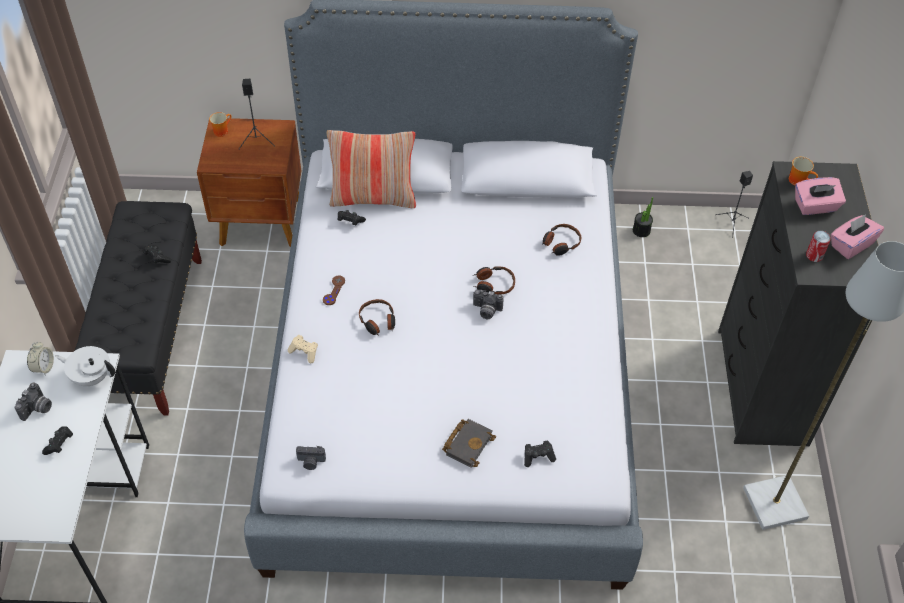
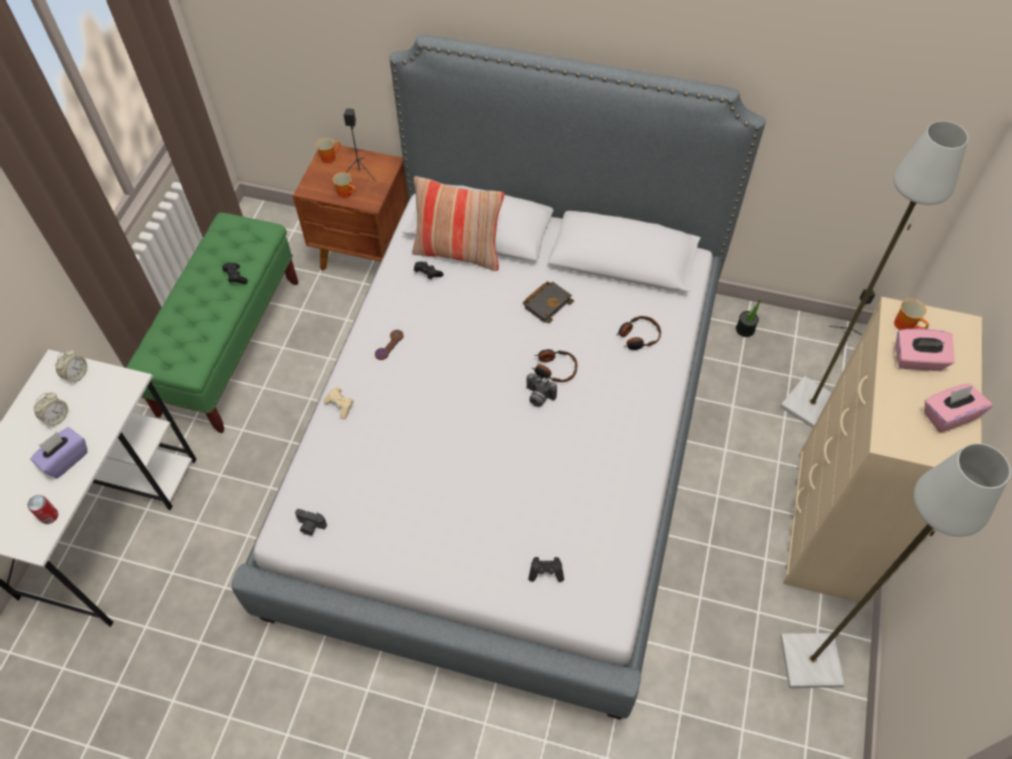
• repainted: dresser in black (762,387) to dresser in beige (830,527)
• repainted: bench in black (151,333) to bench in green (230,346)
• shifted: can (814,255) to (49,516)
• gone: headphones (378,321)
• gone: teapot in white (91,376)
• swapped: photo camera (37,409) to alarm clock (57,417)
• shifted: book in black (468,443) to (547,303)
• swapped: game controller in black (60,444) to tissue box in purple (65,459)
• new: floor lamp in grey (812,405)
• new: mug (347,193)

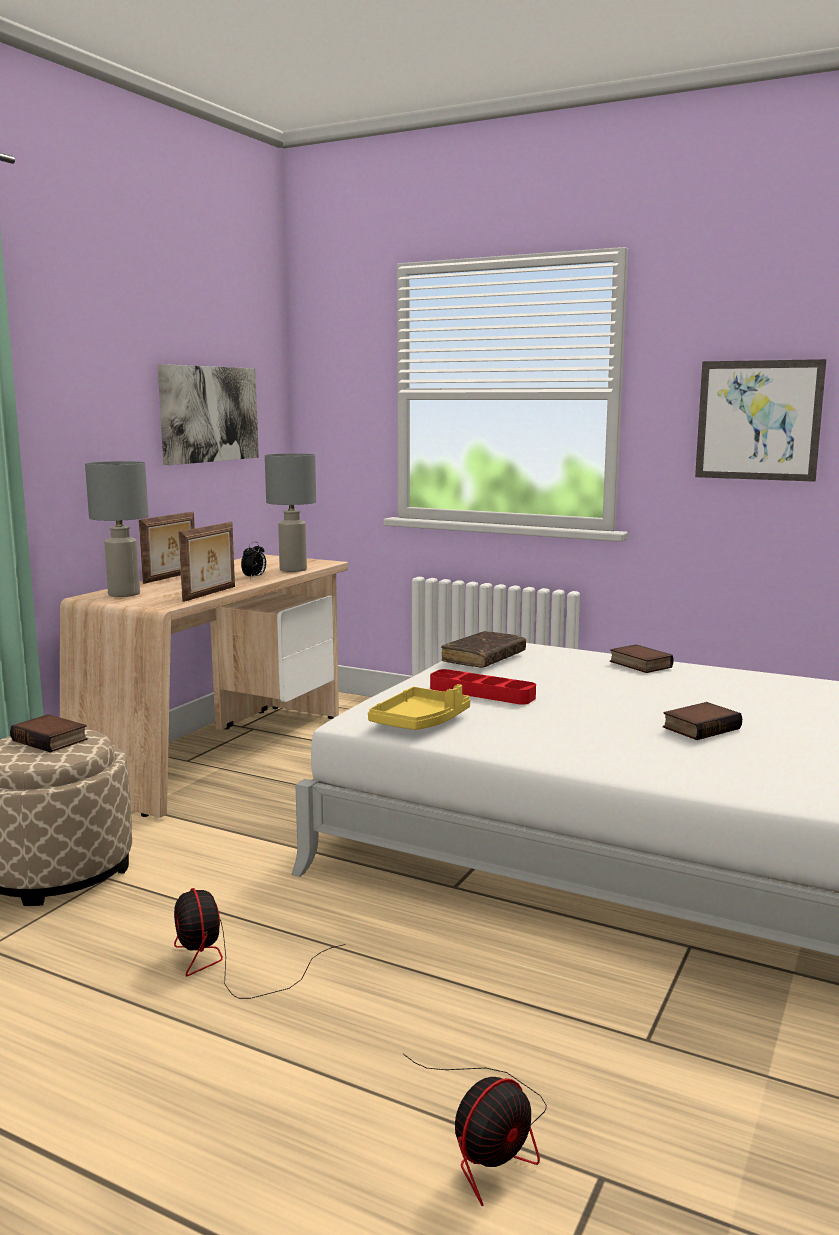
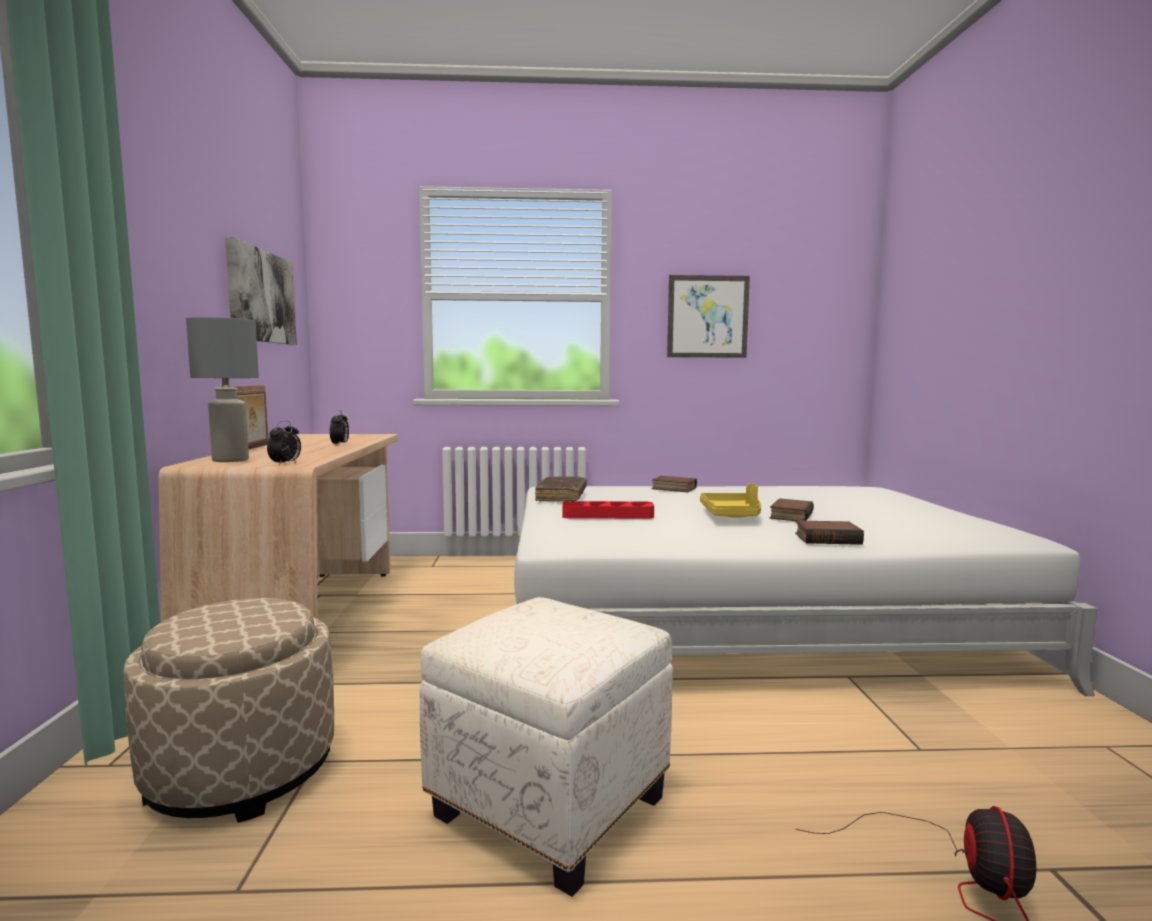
• gone: table lamp in grey (292,570)
• gone: picture frame (211,594)
• shifted: tray in yellow (420,722) to (732,515)
• shifted: book (52,740) to (828,538)
• swapped: fan (227,964) to ottoman in white (546,806)
• new: alarm clock (285,464)

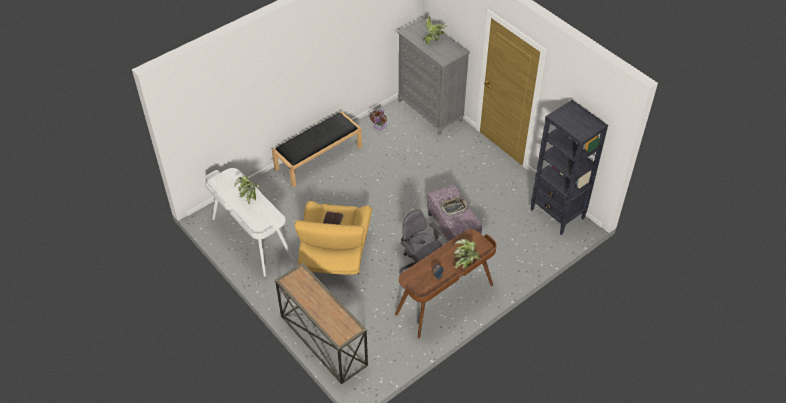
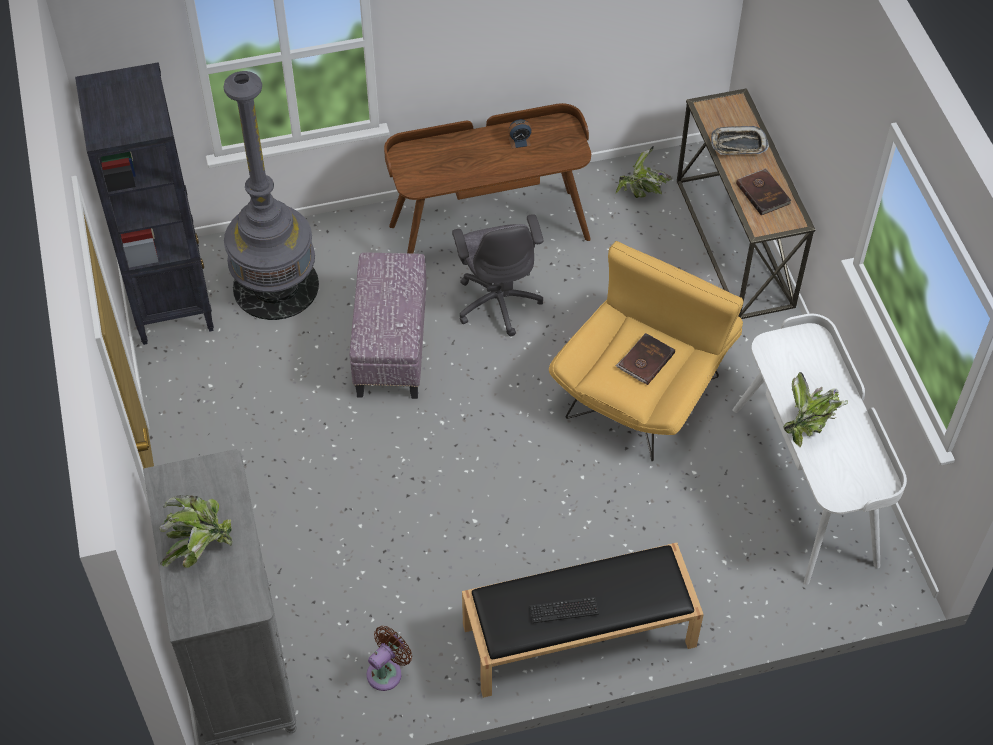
• shifted: tray (454,207) to (738,145)
• shifted: potted plant (466,261) to (641,192)
• new: floor lamp in grey (276,286)
• new: book in brown (763,193)

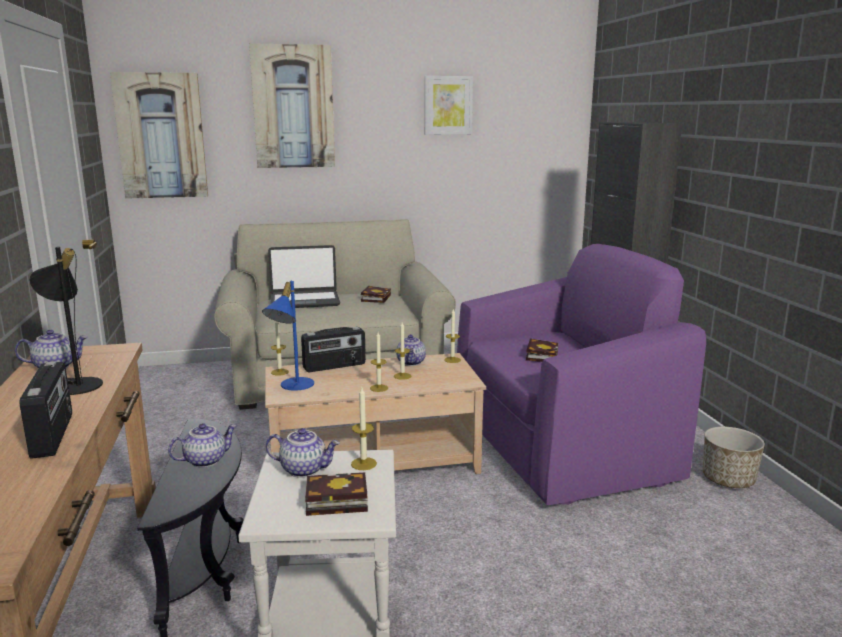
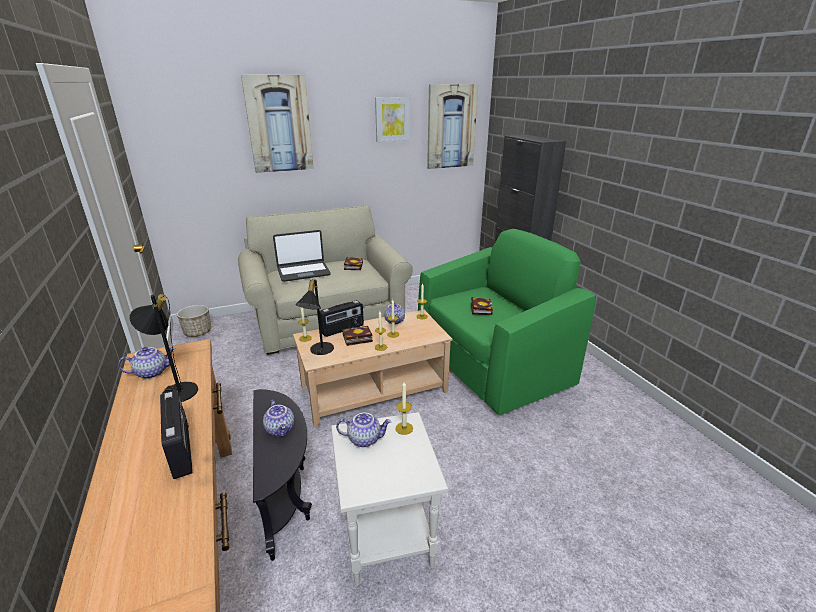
• shifted: picture (161,136) to (451,127)
• repainted: armchair in purple (559,445) to armchair in green (491,364)
• repainted: table lamp in blue (292,386) to table lamp in black (319,351)
• rotated: teapot (205,460) = (281,429) 105 degrees clockwise
• shifted: planter (728,479) to (198,332)
• shifted: book (333,501) to (356,338)

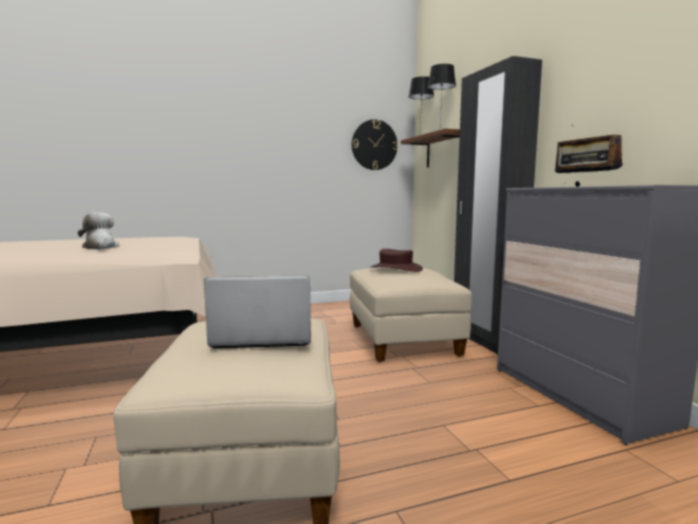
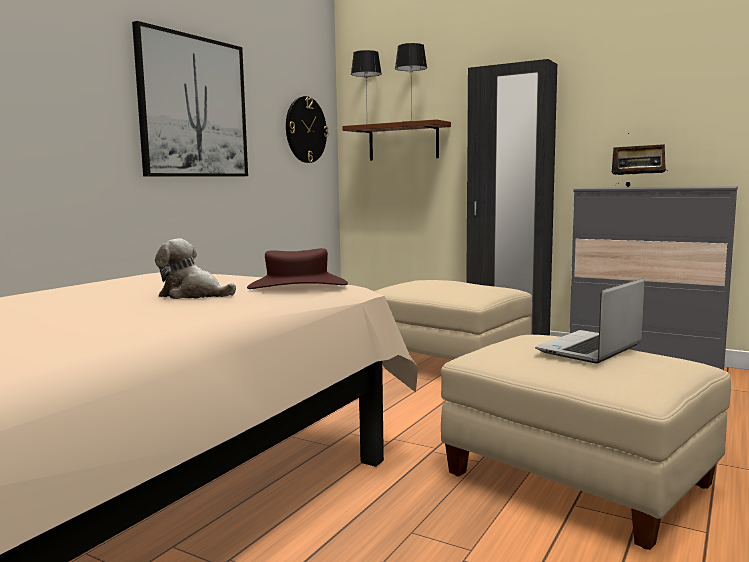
• shifted: hat in brown (396,269) to (297,286)
• new: picture (193,107)

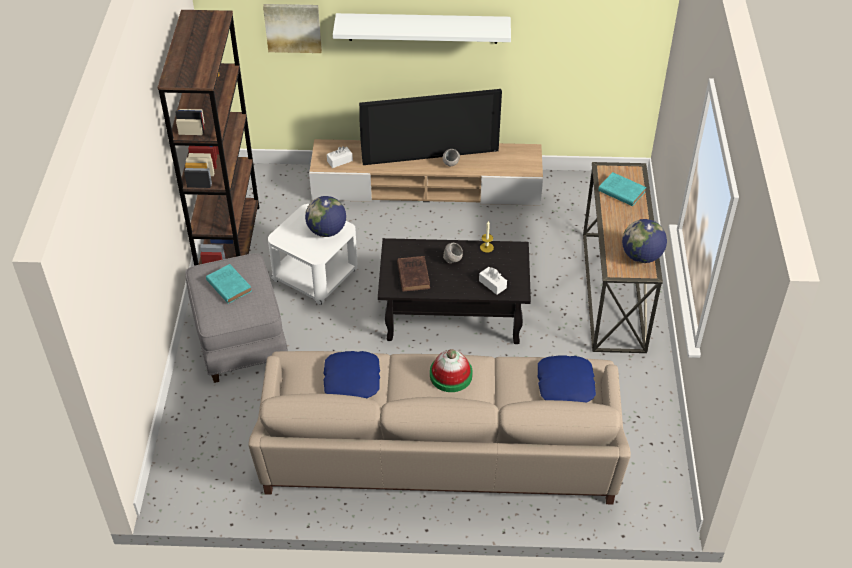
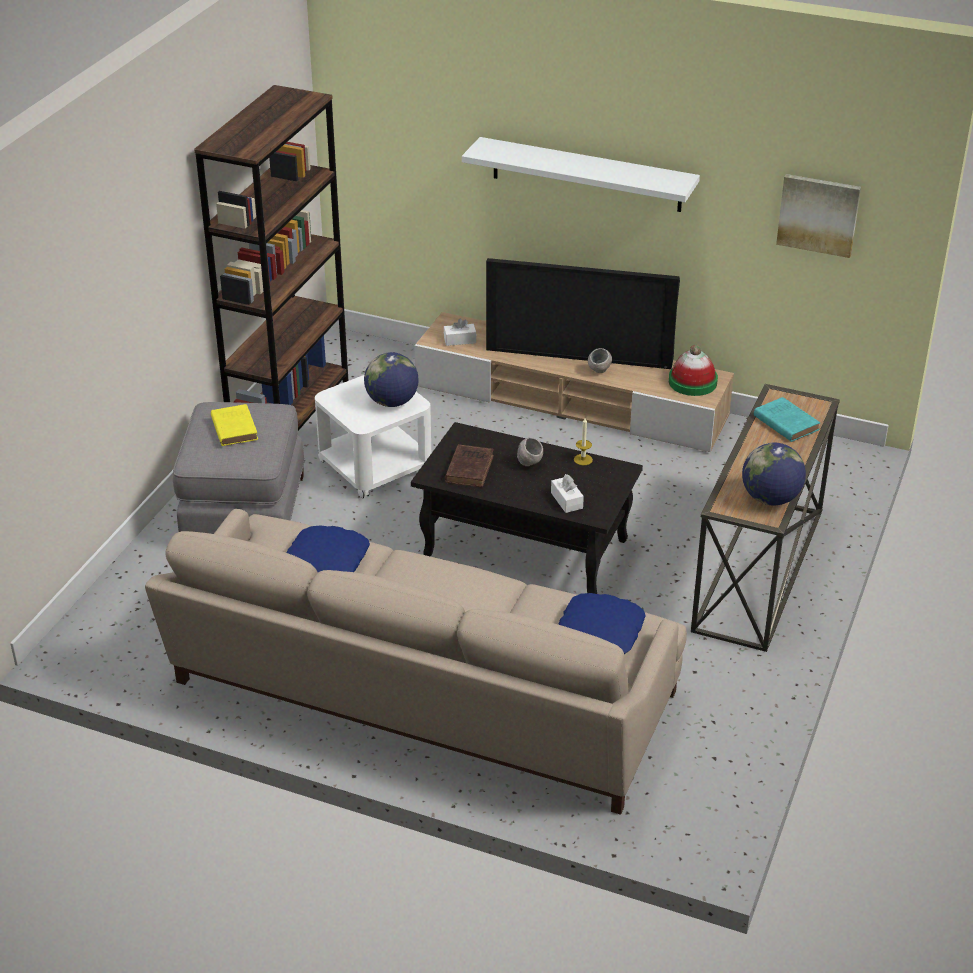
• shifted: picture (293,27) to (818,214)
• repainted: book in turquoise (228,285) to book in yellow (234,427)
• shifted: hat (451,375) to (692,382)

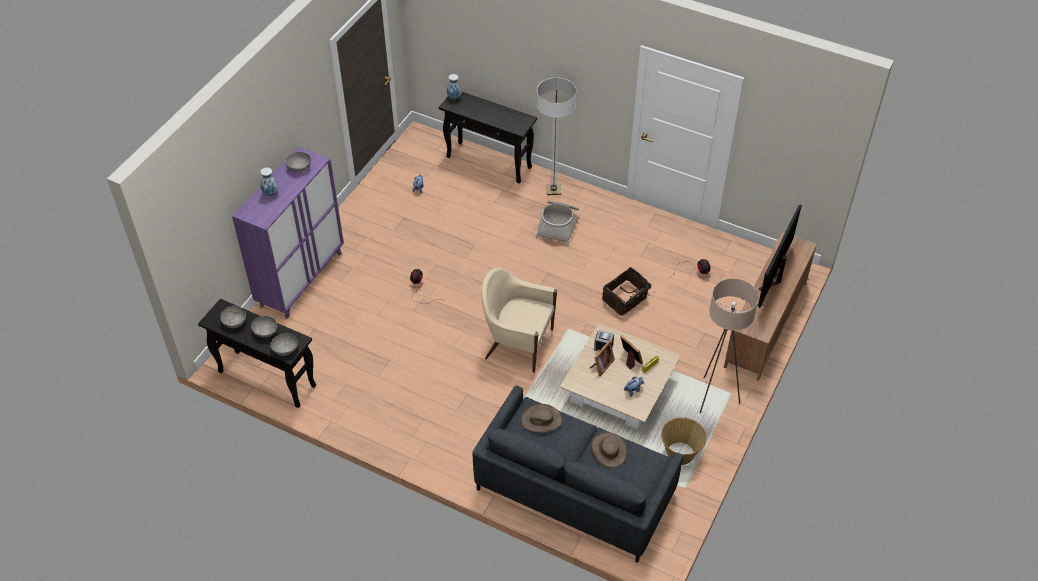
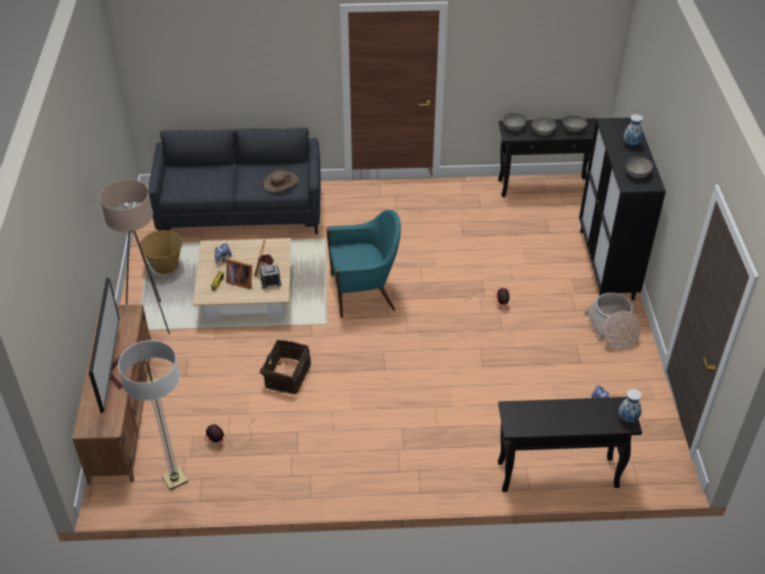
• shifted: floor lamp (553,190) to (175,479)
• repainted: cabinet in purple (301,279) to cabinet in black (606,264)
• shifted: basket (558,225) to (612,329)
• repainted: armchair in beige (517,343) to armchair in turquoise (364,292)
• gone: hat in brown (608,450)

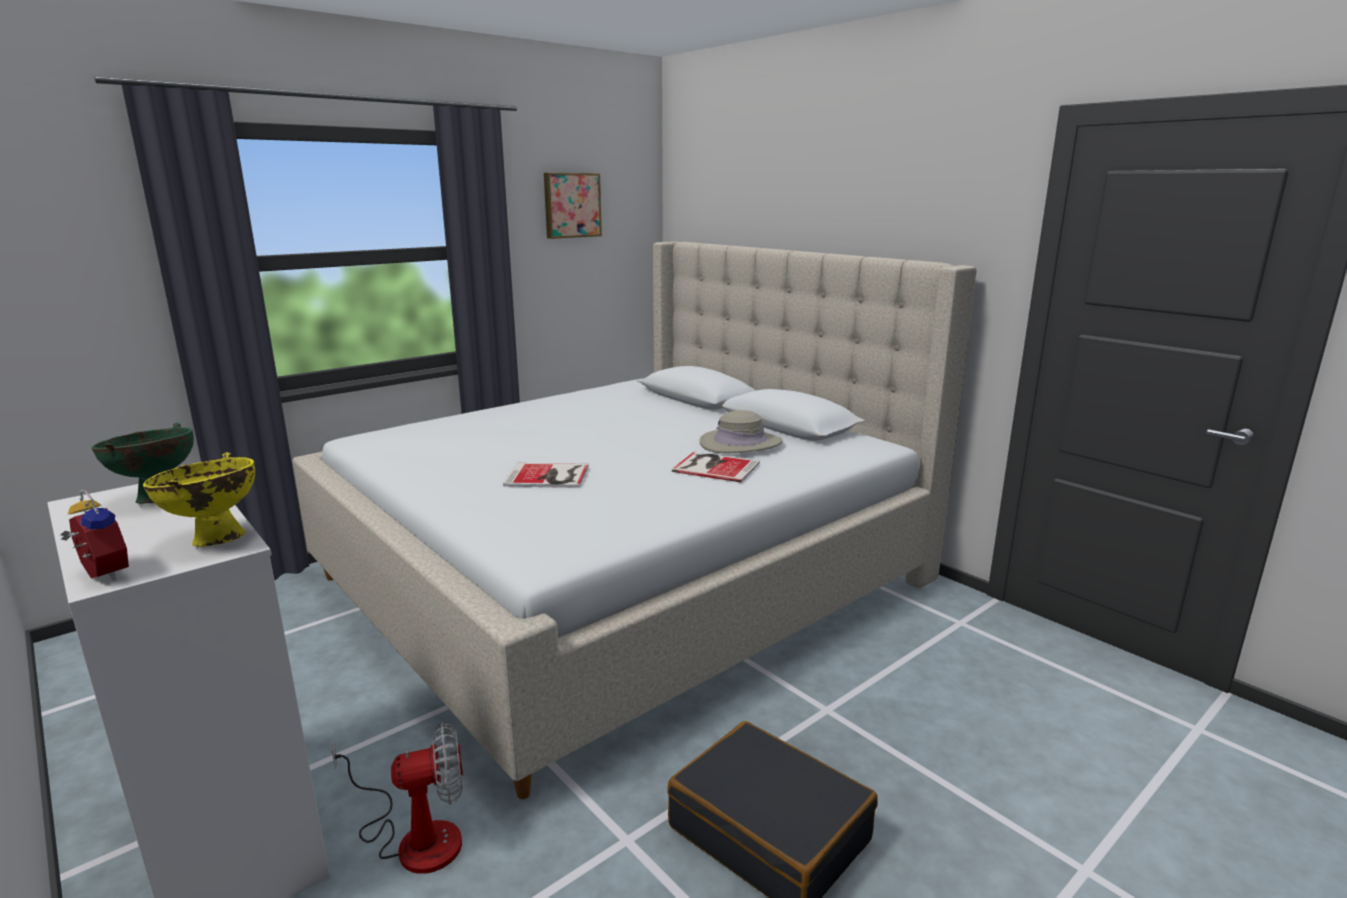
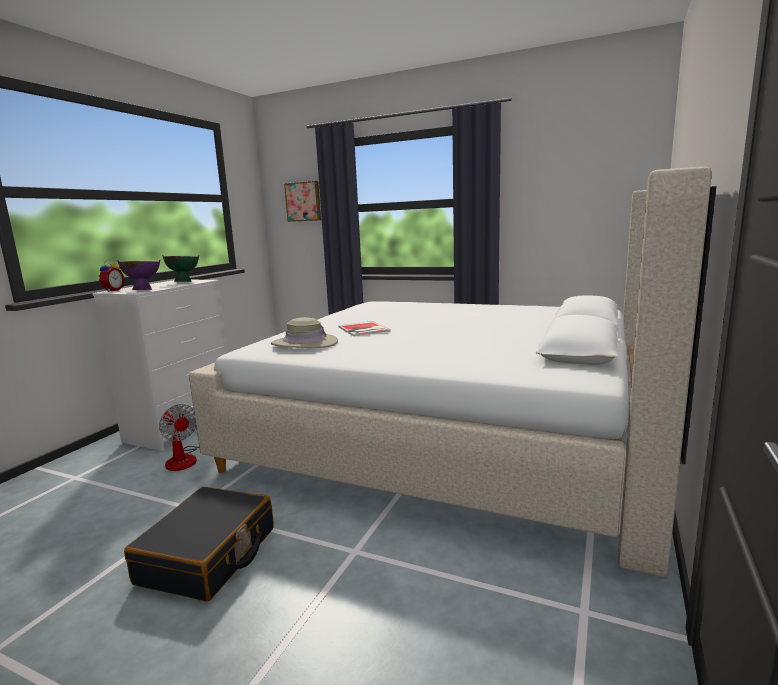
• shifted: picture (571,205) to (303,201)
• shifted: hat in beige (740,443) to (304,343)
• repainted: bowl in yellow (214,540) to bowl in purple (143,290)
• gone: book (714,466)

